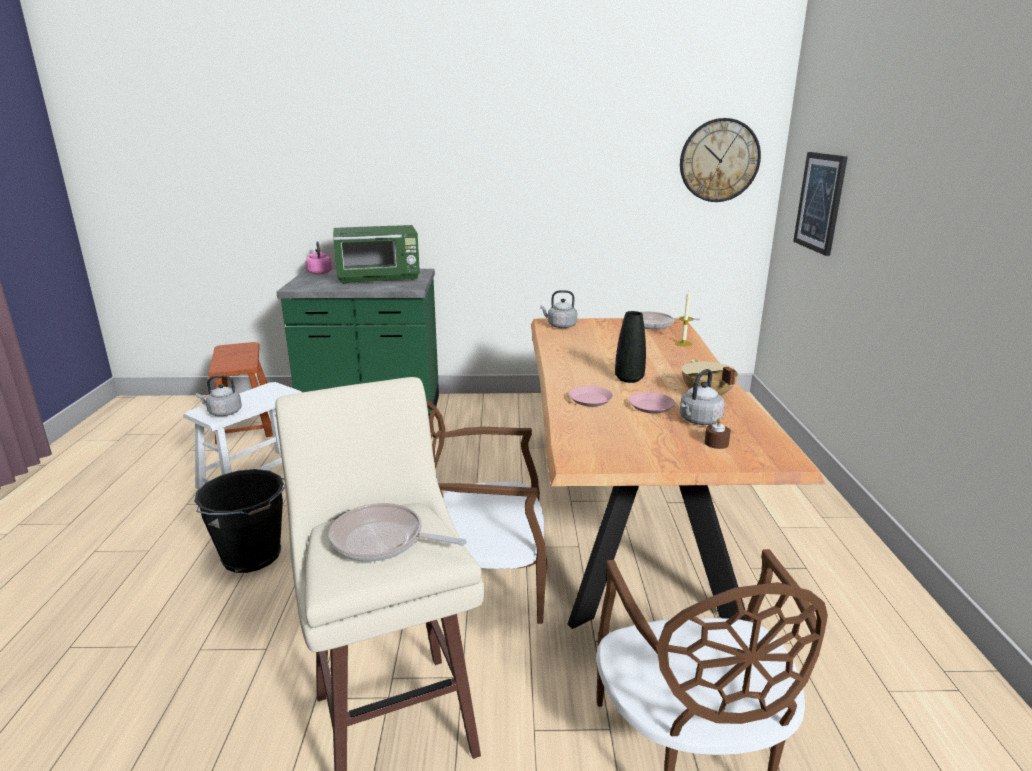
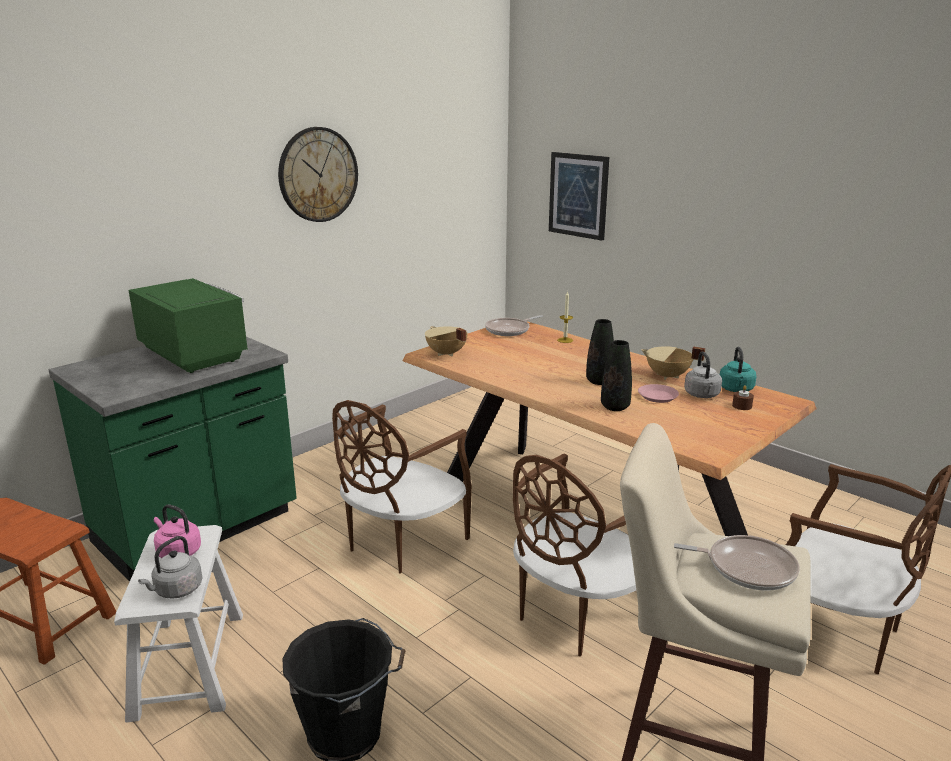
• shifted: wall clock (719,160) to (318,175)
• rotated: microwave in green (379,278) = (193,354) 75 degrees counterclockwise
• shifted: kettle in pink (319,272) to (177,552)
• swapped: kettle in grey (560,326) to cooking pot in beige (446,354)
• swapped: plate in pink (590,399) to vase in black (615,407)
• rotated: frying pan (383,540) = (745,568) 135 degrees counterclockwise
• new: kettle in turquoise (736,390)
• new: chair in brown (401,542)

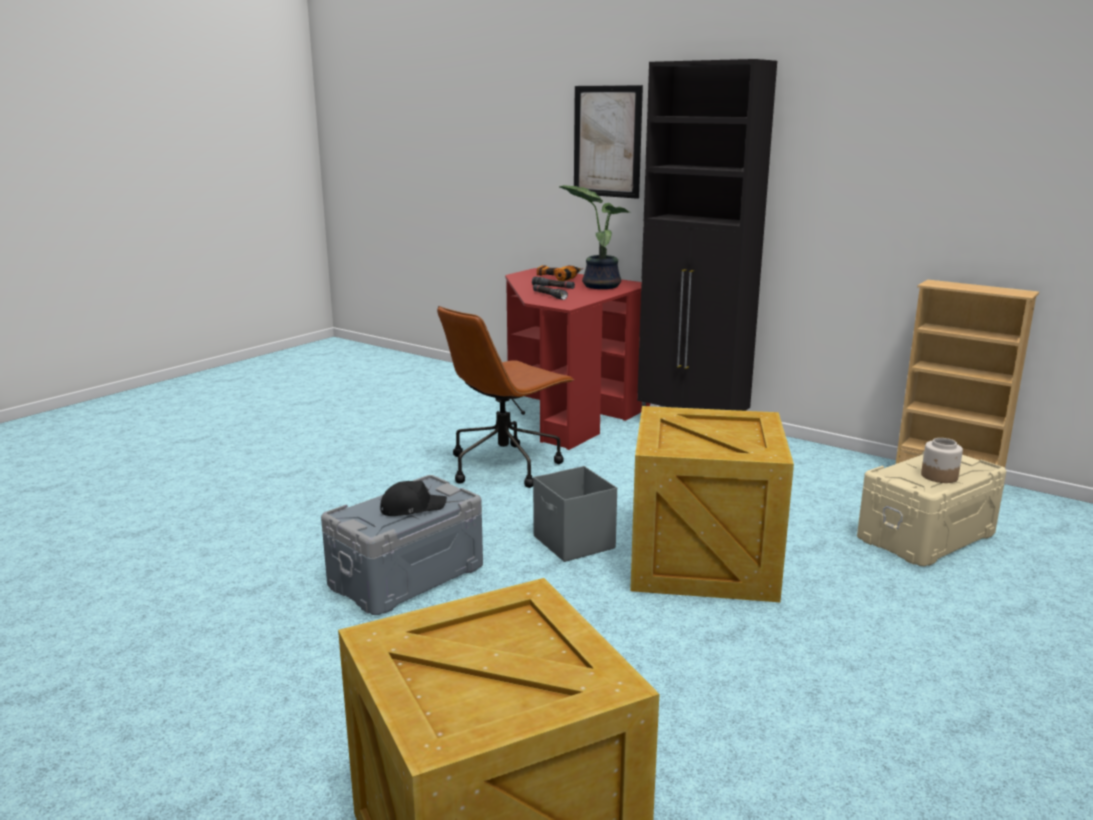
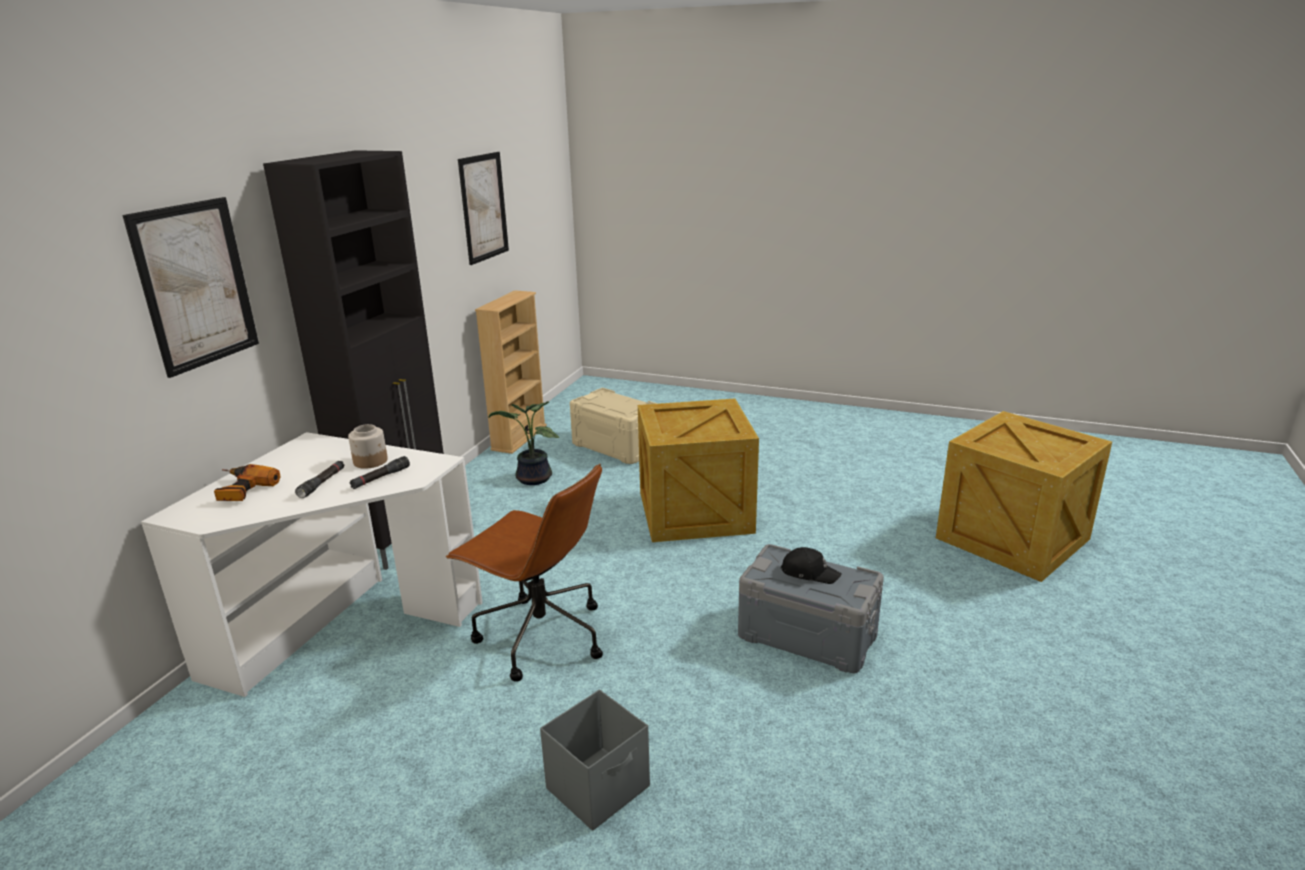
• shifted: potted plant (600,285) to (532,479)
• repainted: desk in red (565,411) to desk in white (342,627)
• shifted: jar (939,476) to (371,461)
• shifted: storage box in grey (574,543) to (599,787)
• rotated: cap in black (411,508) = (809,572) 150 degrees clockwise
• new: picture (483,207)

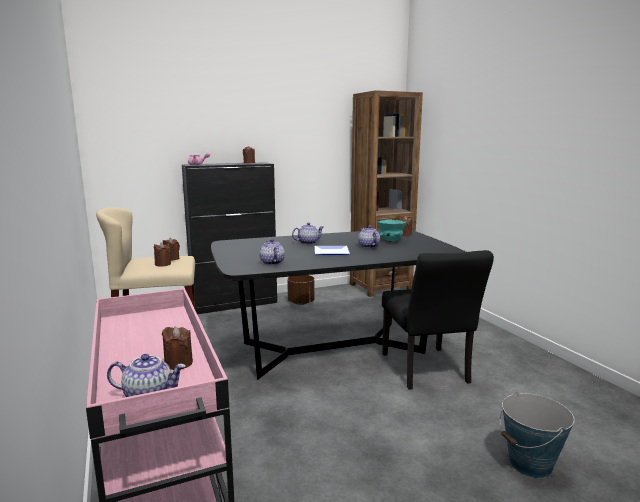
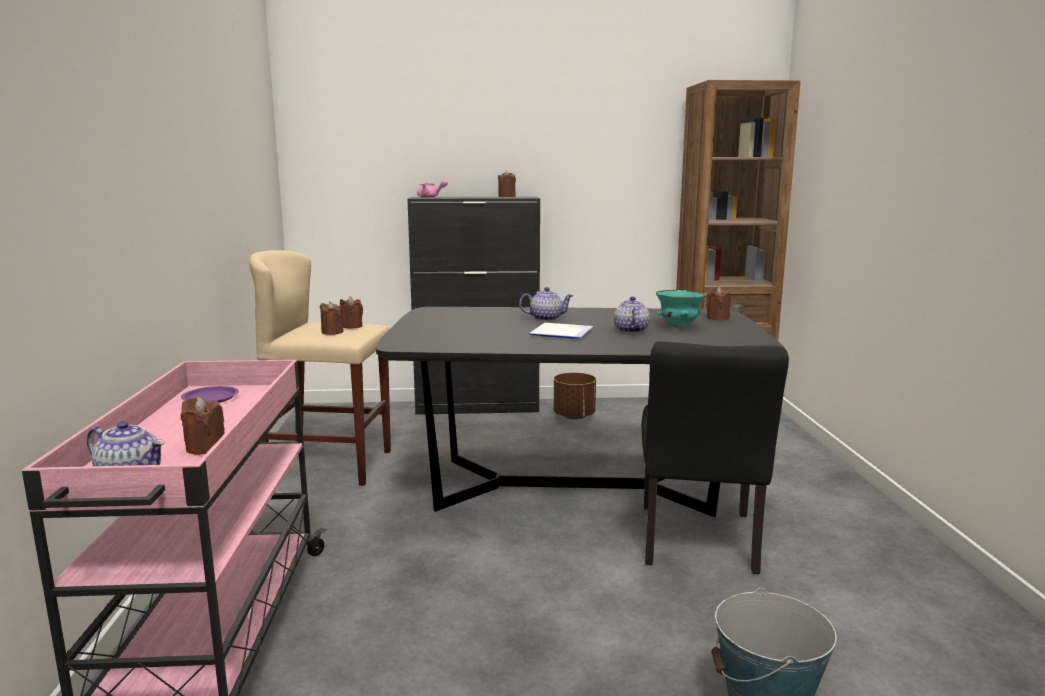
• gone: teapot (271,263)
• new: plate in purple (211,398)

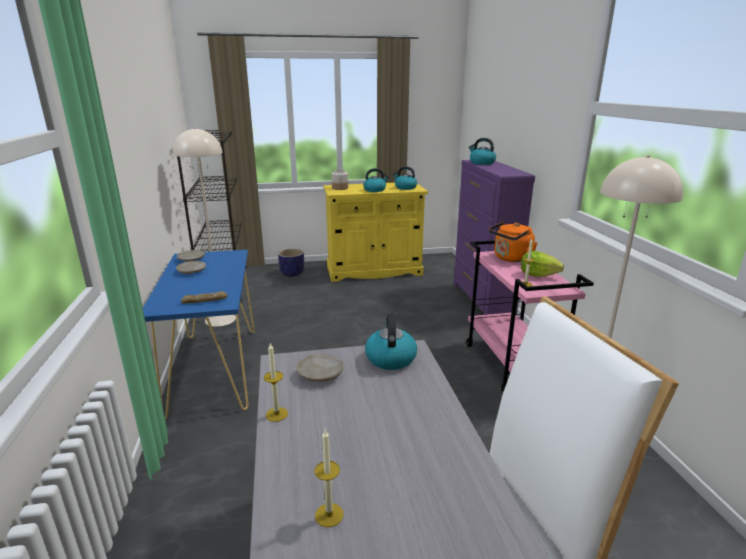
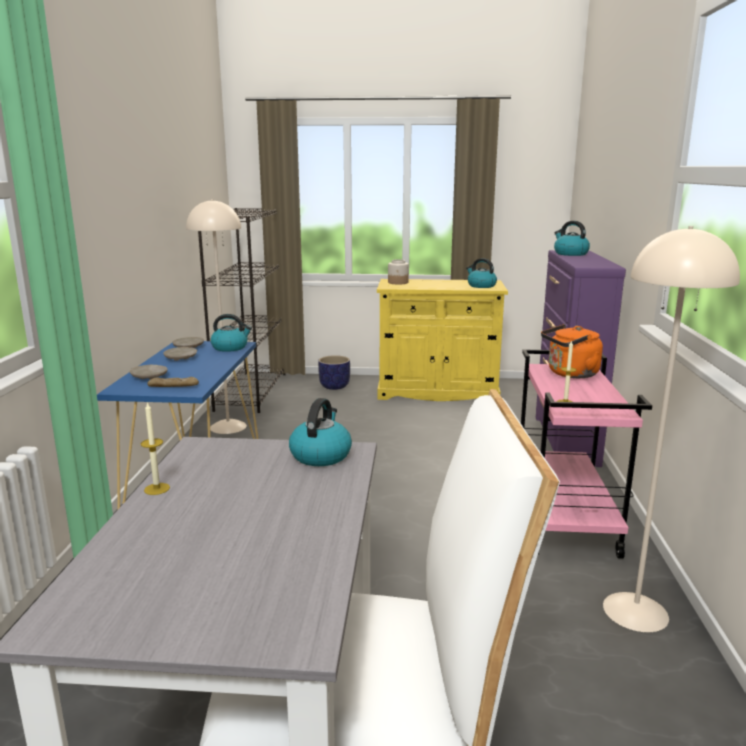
• shifted: kettle (375,190) to (230,347)
• gone: lettuce (537,275)
• shifted: plate in beige (321,374) to (150,377)
• gone: candle (329,515)

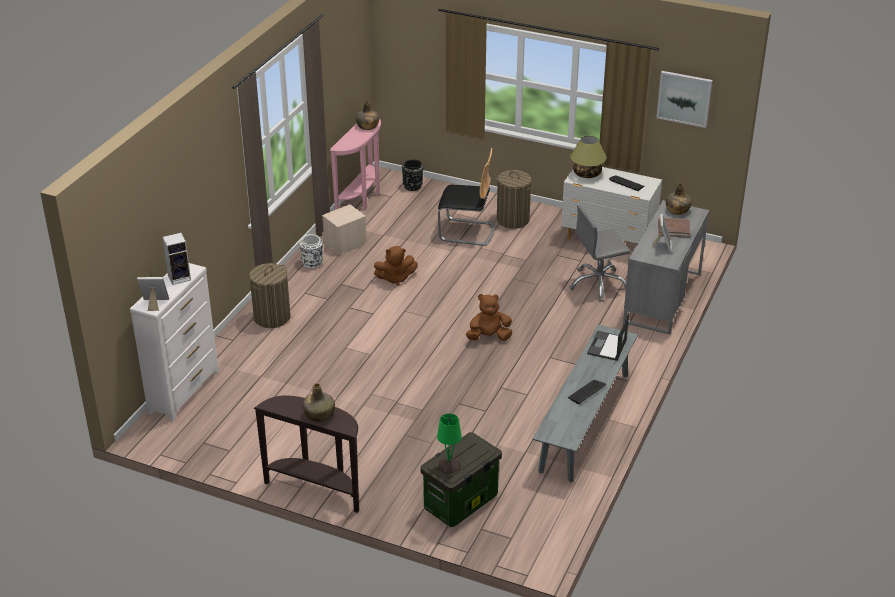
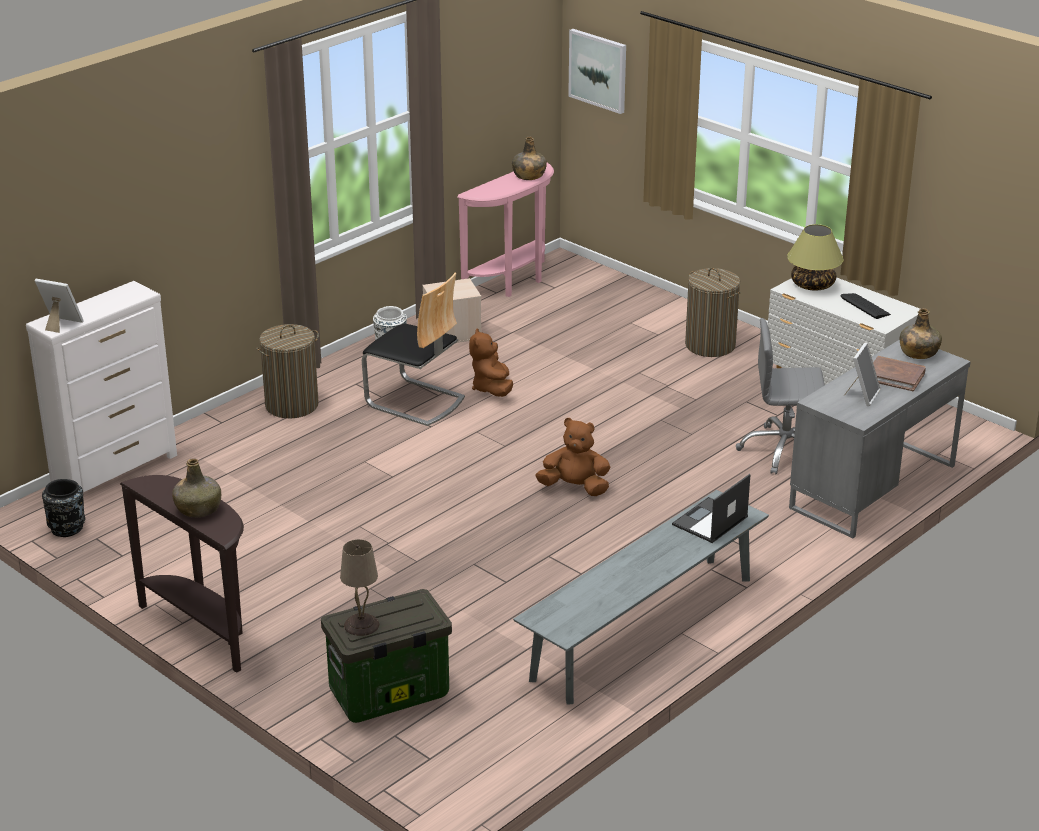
• shifted: picture (684,98) to (598,70)
• shifted: chair (466,232) to (415,401)
• shifted: vase in black (413,186) to (67,528)
• gone: speaker (180,277)
• rotated: plush toy in brown (395,278) = (492,388) 75 degrees clockwise
• gone: keyboard (586,392)
• repainted: table lamp in green (449,465) to table lamp in beige (362,624)

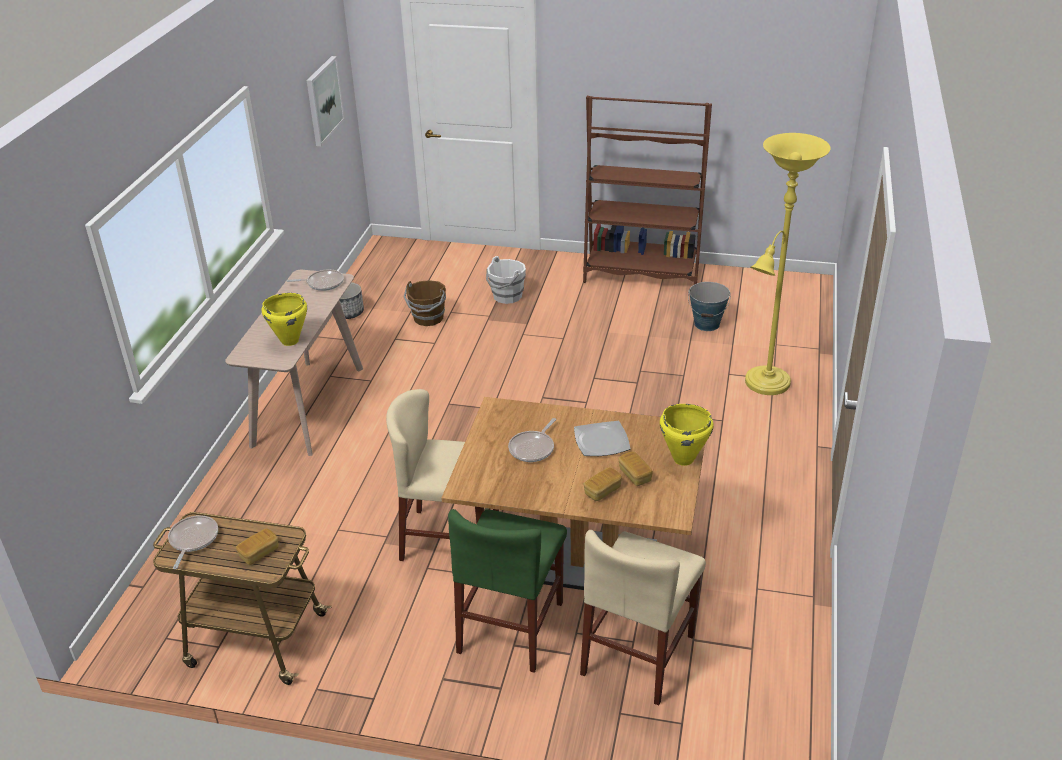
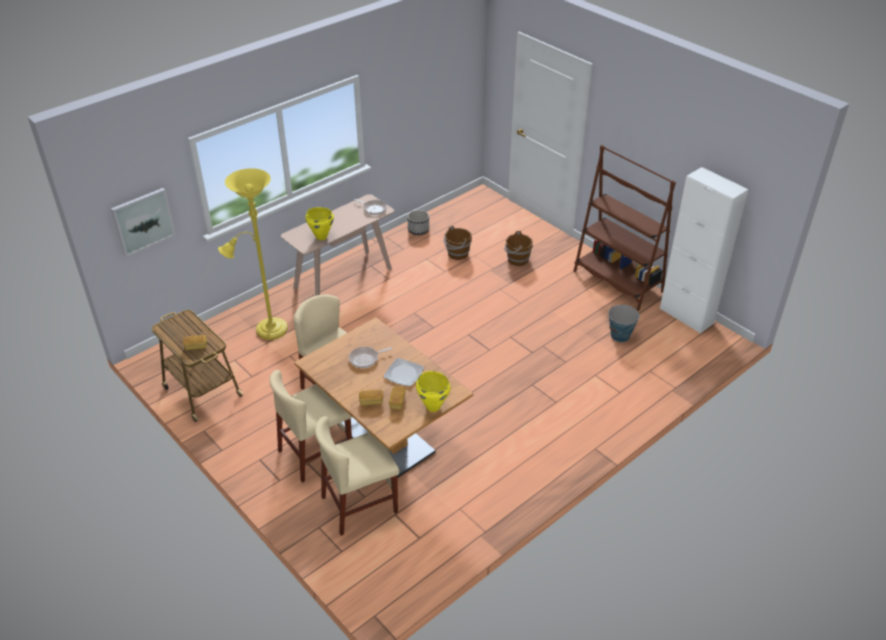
• shifted: picture (323,100) to (143,221)
• shifted: floor lamp in yellow (764,385) to (267,330)
• repainted: bucket in white (506,296) to bucket in brown (517,260)
• repainted: chair in green (511,627) to chair in beige (315,453)
• gone: frying pan (193,540)
• new: cabinet in white (686,316)

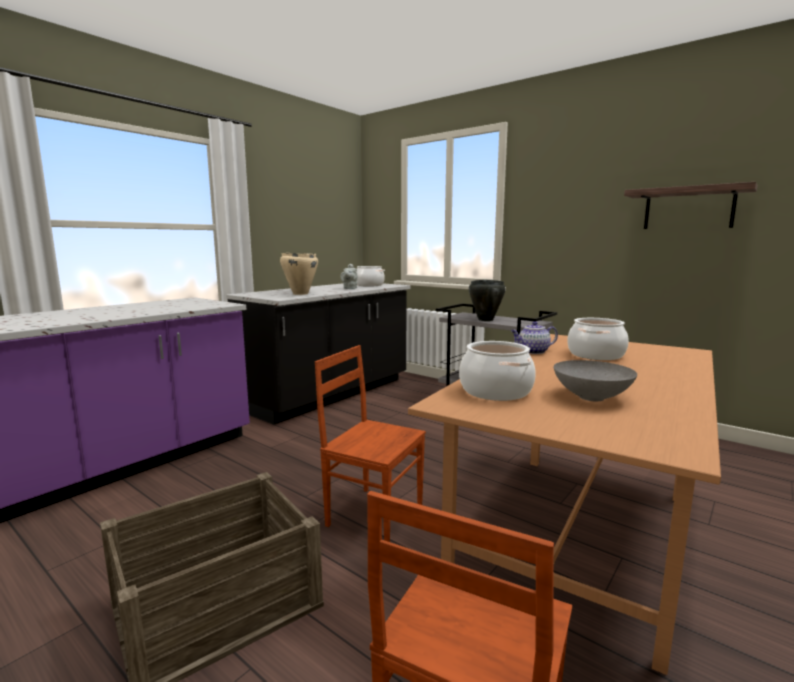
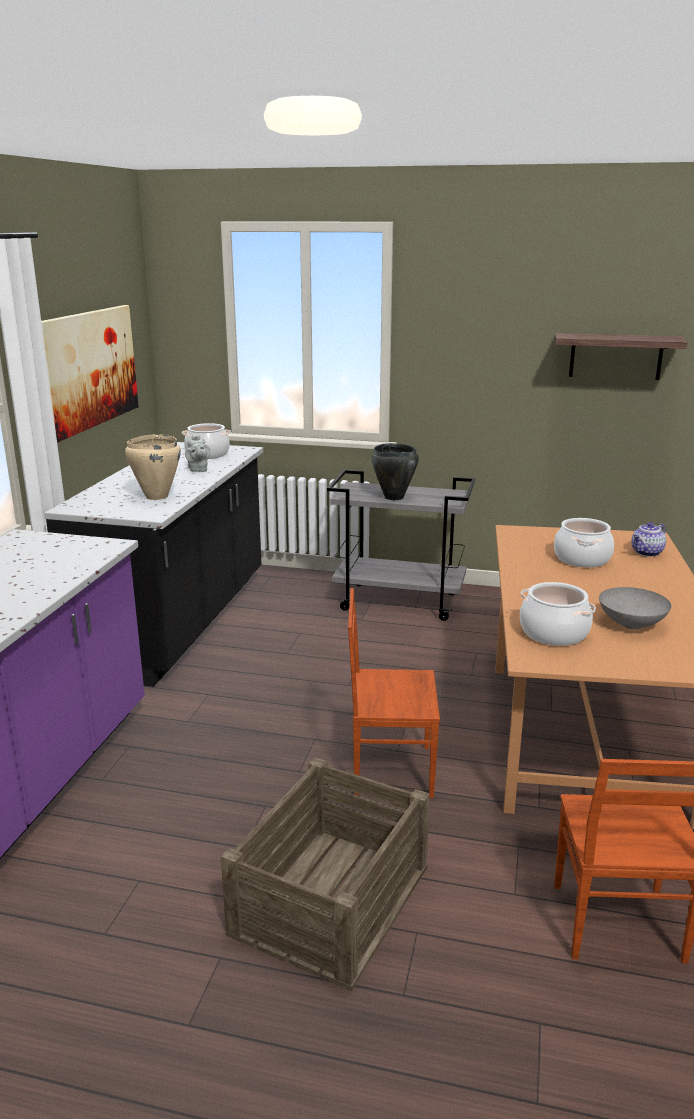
• shifted: teapot (532,351) to (646,553)
• new: picture (89,369)

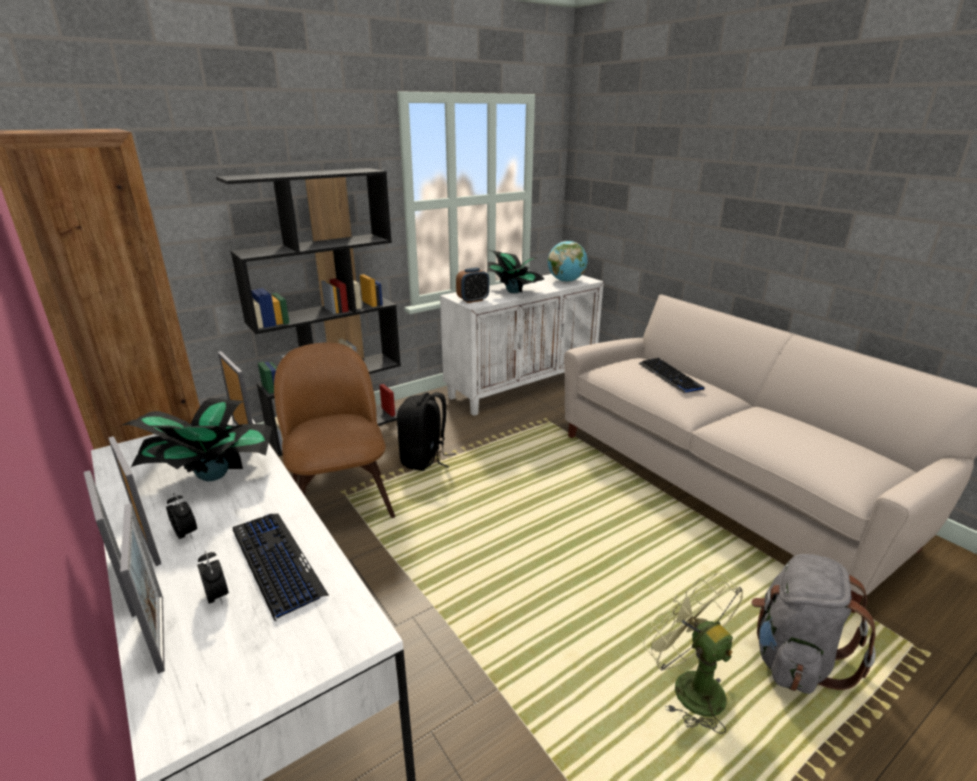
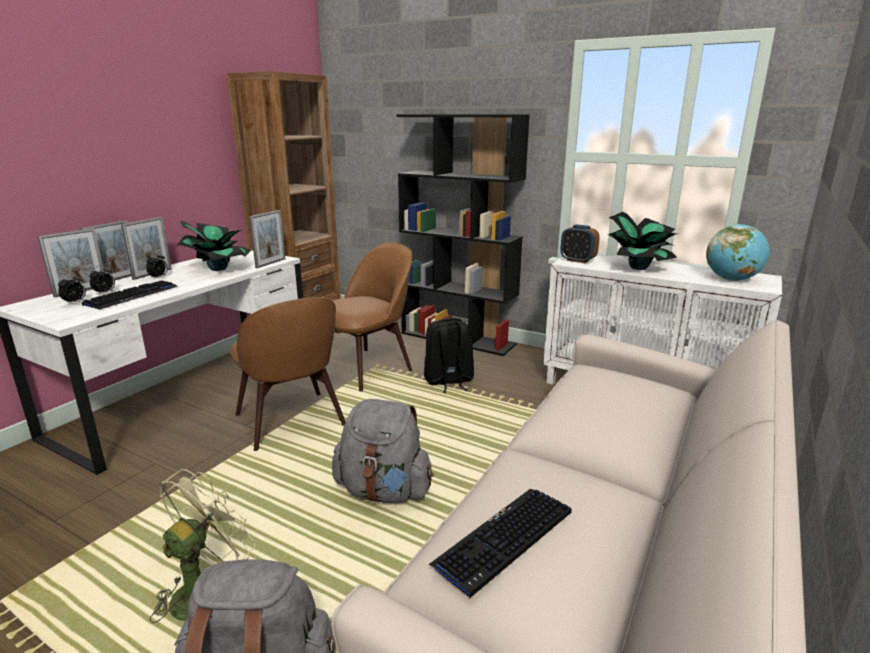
• shifted: keyboard (670,376) to (504,539)
• new: alarm clock (75,302)
• new: chair in brown (291,422)
• new: backpack in grey (384,491)

